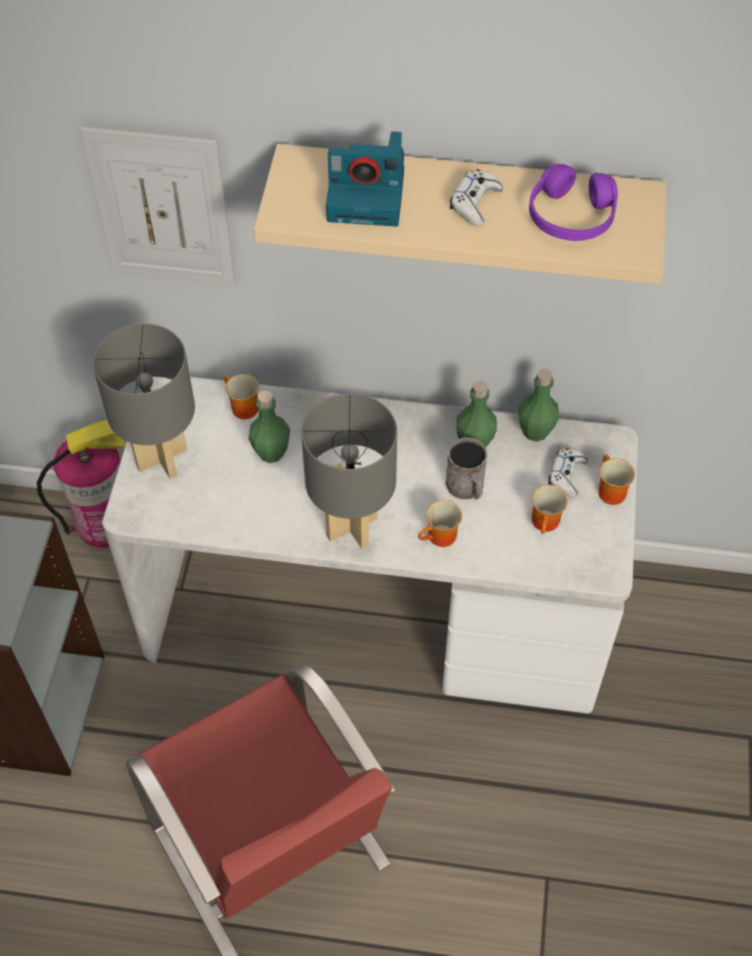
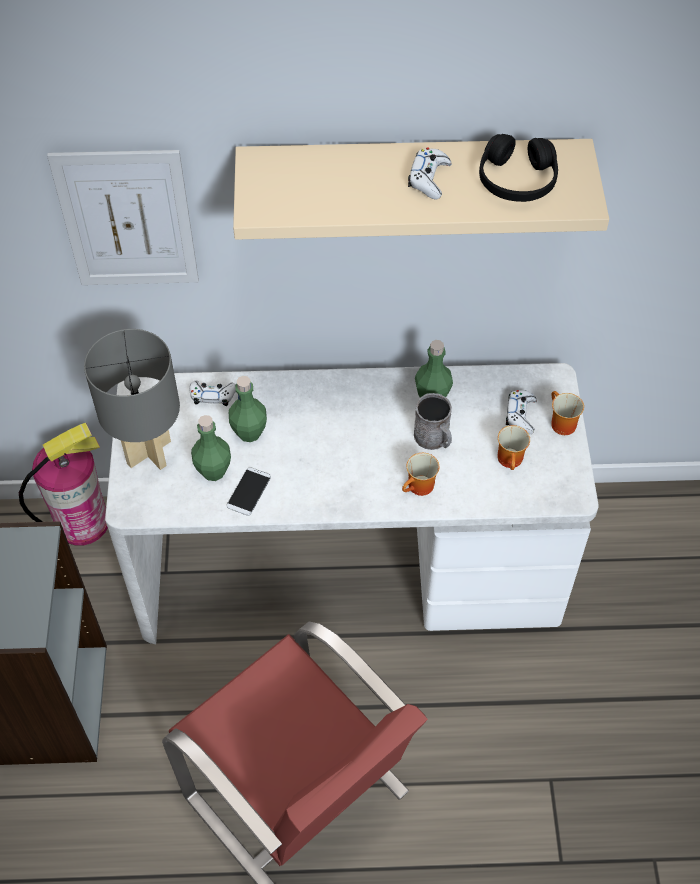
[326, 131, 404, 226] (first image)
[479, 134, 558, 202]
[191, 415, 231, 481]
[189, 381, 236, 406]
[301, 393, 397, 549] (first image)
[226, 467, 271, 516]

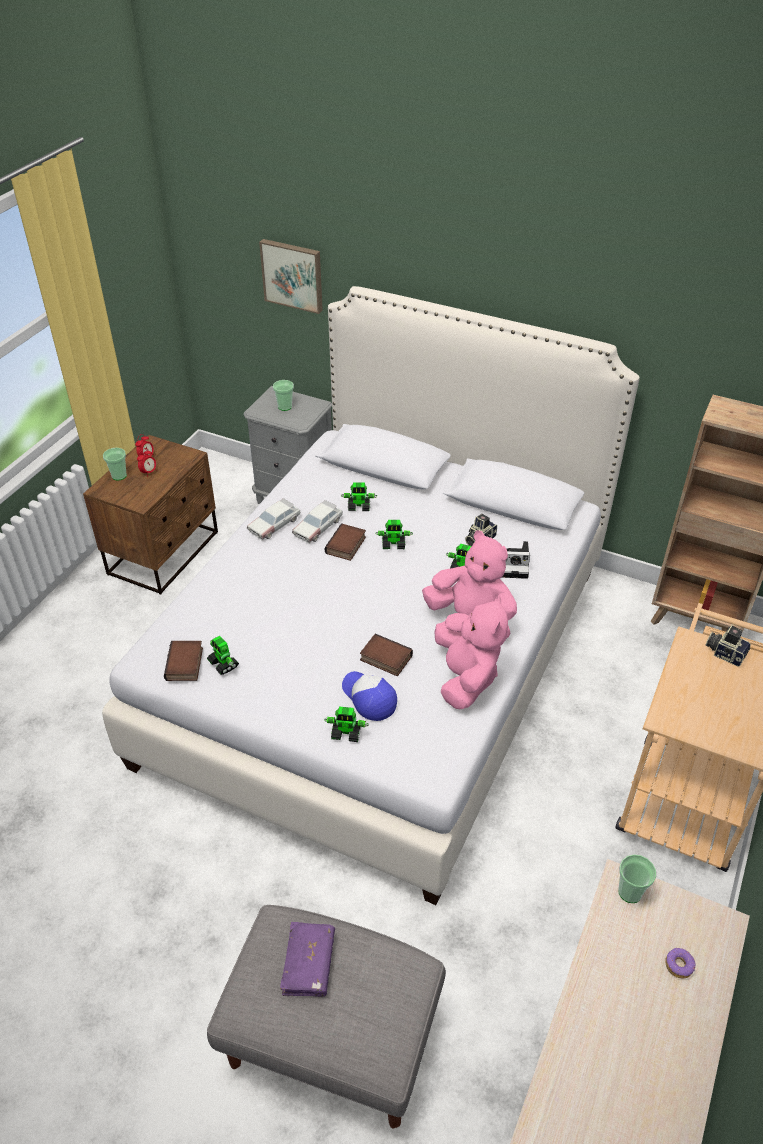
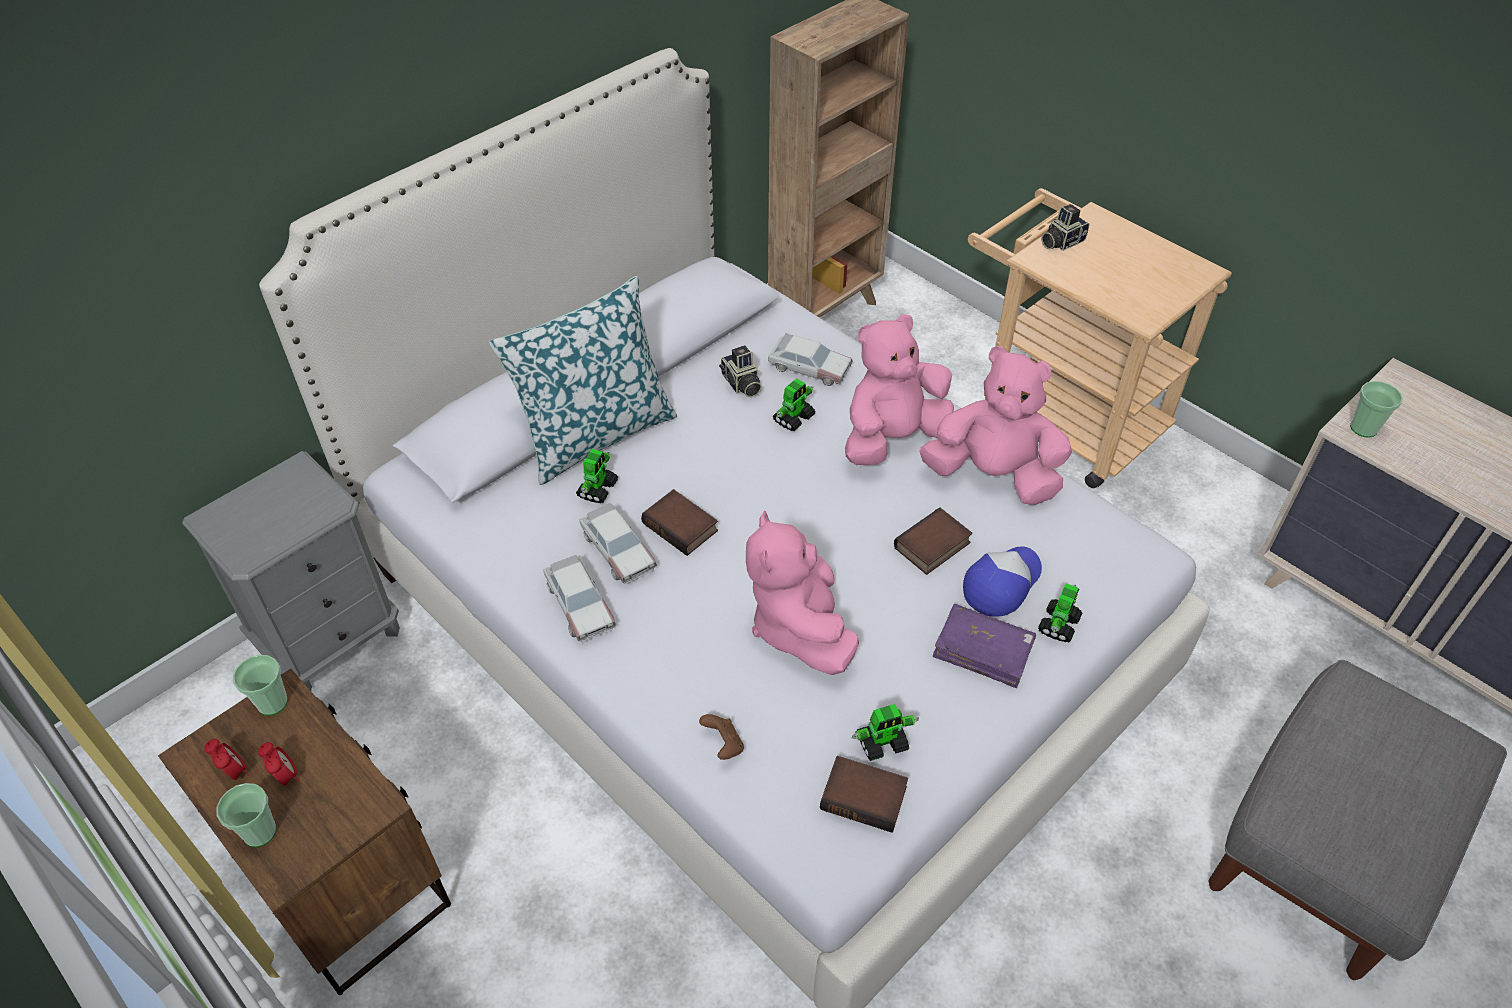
[259, 239, 323, 314] (first image)
[233, 655, 288, 716]
[375, 520, 413, 549] (first image)
[768, 333, 853, 386]
[963, 546, 1042, 617]
[933, 604, 1036, 688]
[665, 948, 696, 978] (first image)
[489, 276, 677, 485]
[746, 511, 859, 675]
[699, 714, 744, 760]

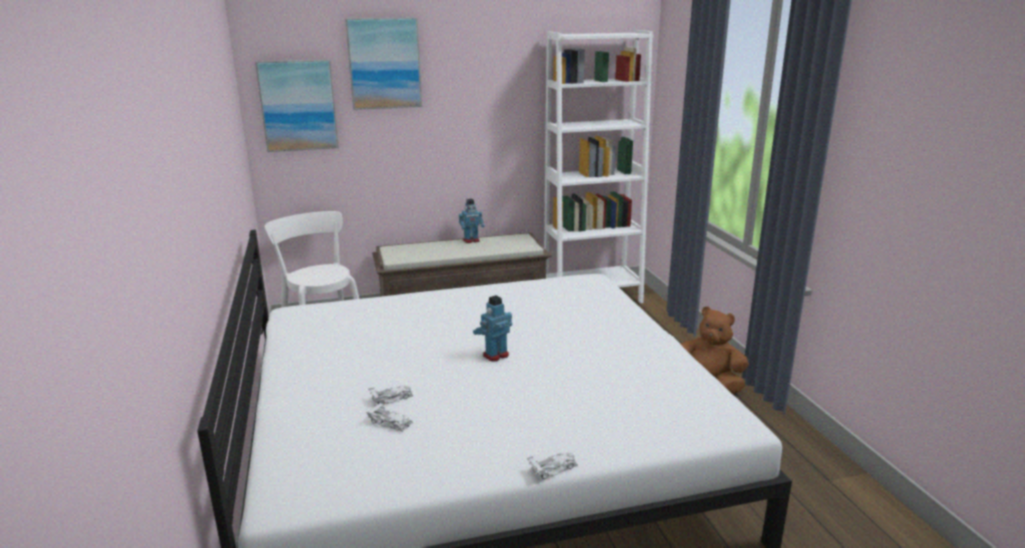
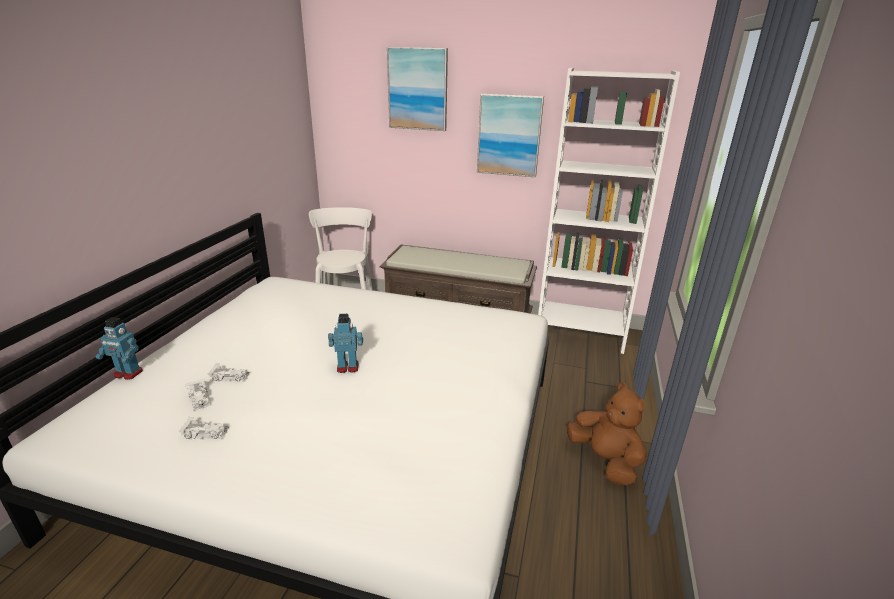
[477, 94, 544, 177]
[96, 317, 143, 380]
[178, 417, 229, 439]

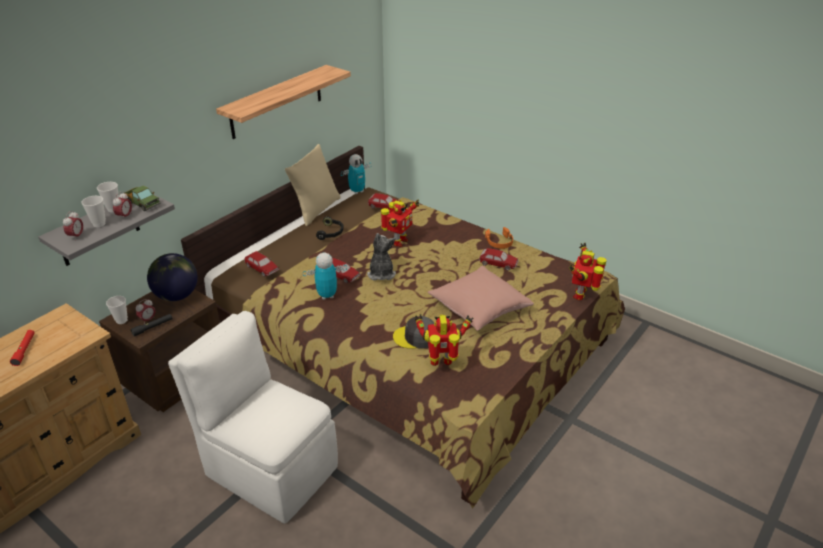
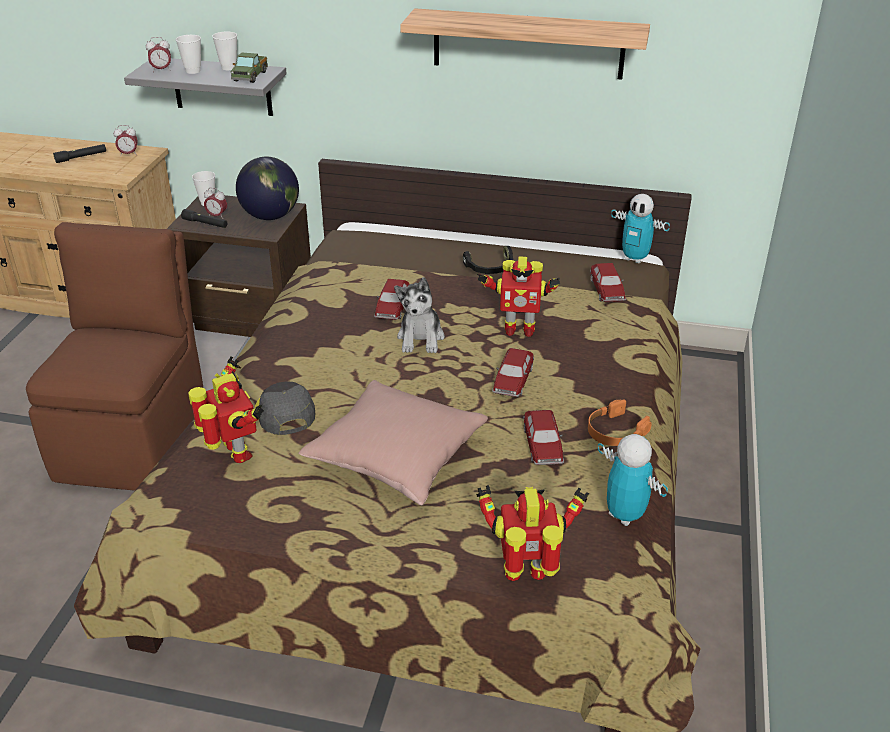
[285, 144, 341, 226] (first image)
[114, 125, 138, 155]
[394, 277, 445, 353]
[492, 348, 534, 397]
[598, 434, 668, 526]
[26, 222, 203, 491]
[53, 144, 106, 163]

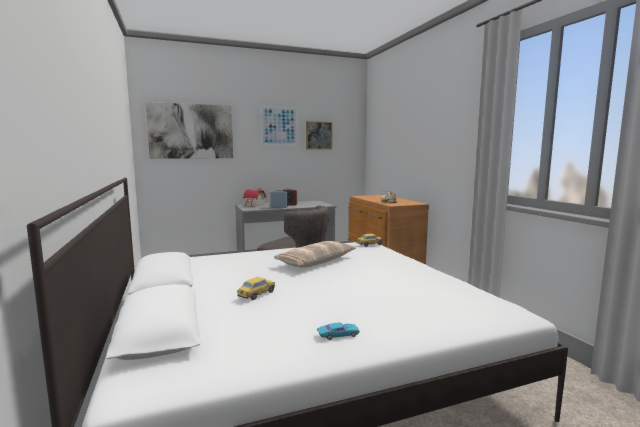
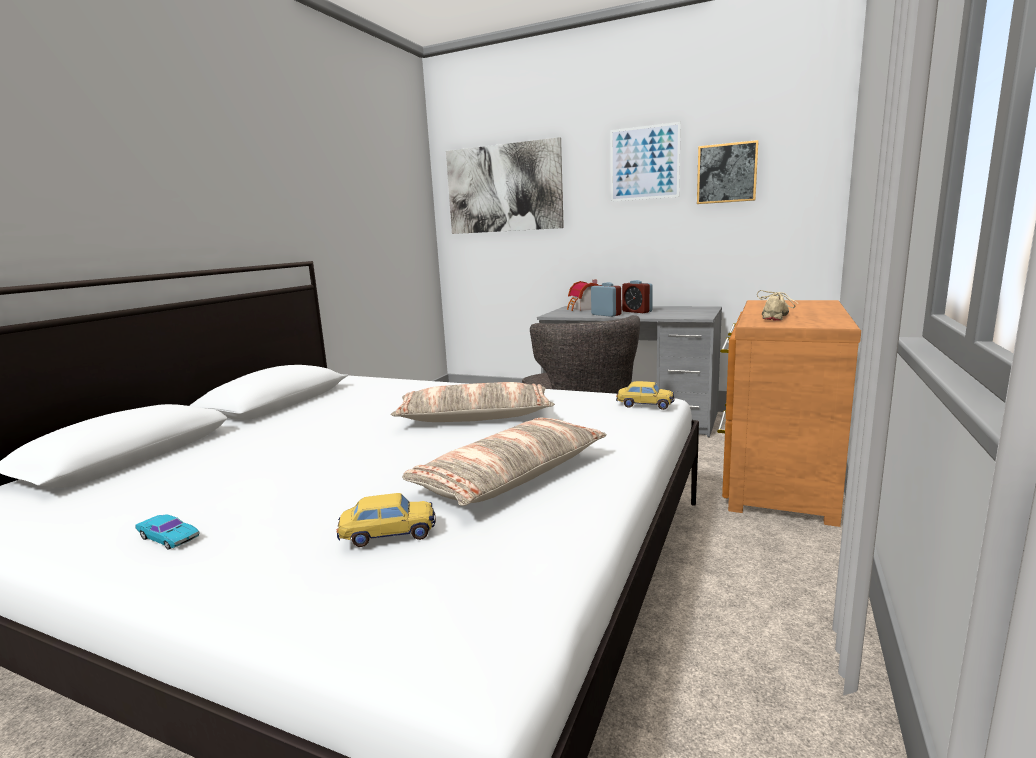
[337, 493, 436, 547]
[402, 418, 606, 506]

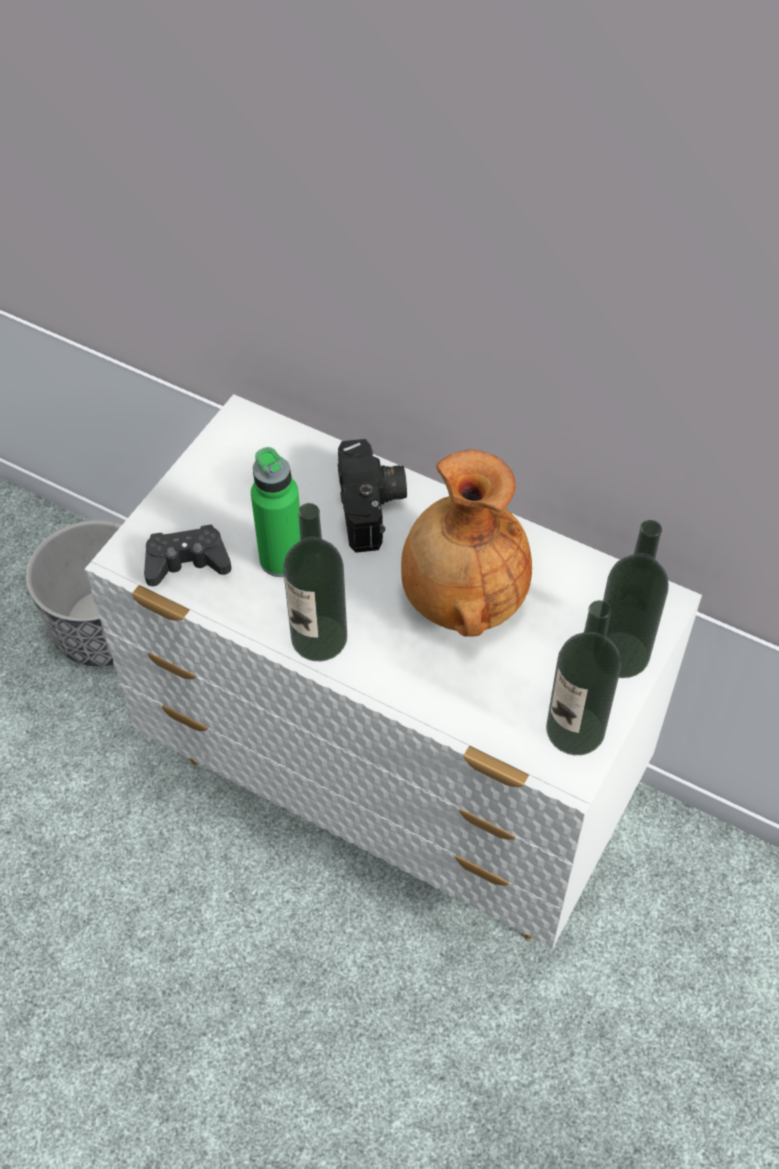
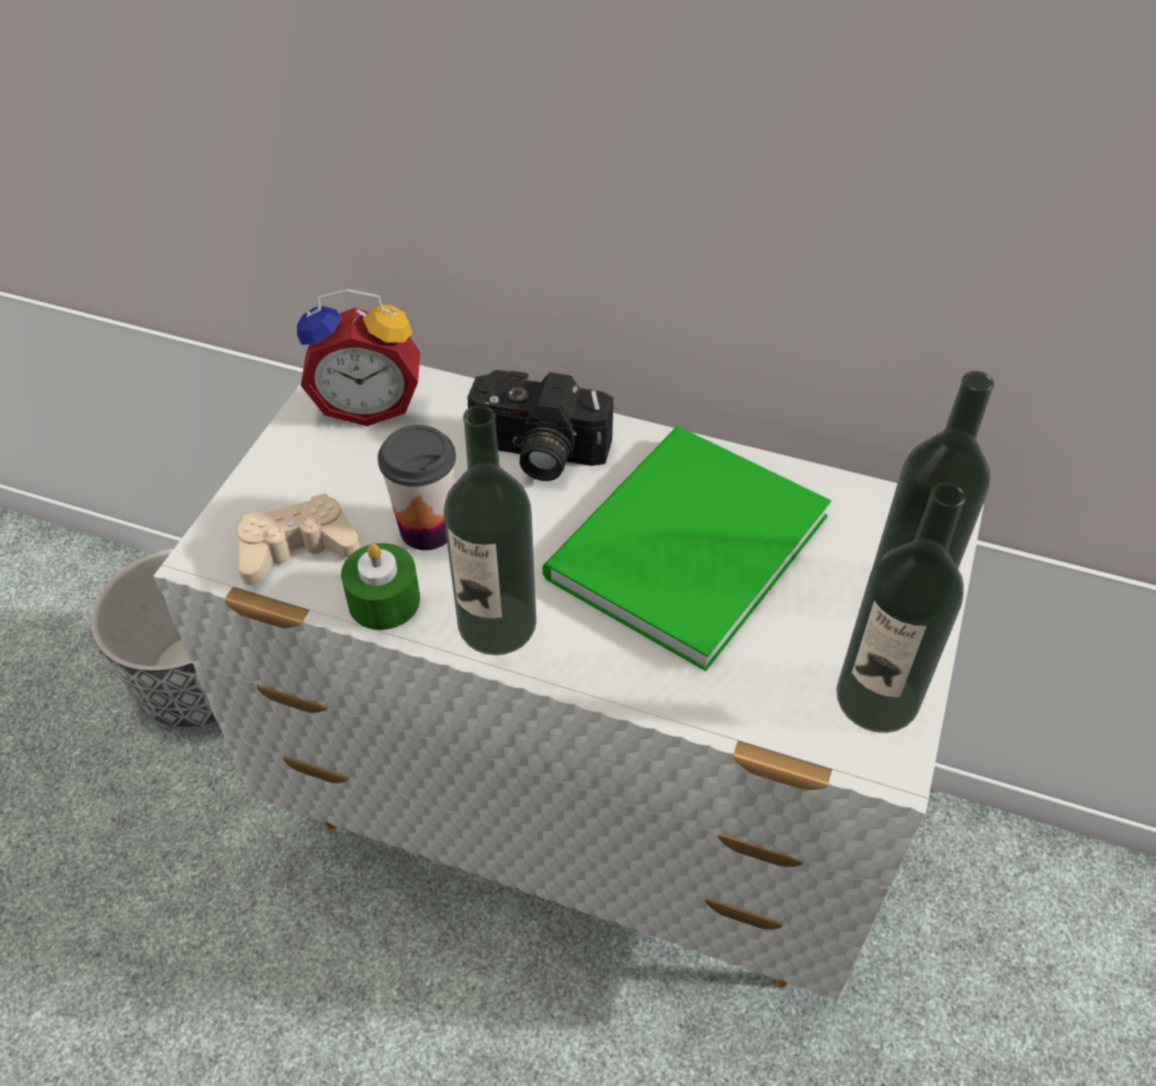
[467, 370, 614, 481]
[378, 425, 456, 550]
[542, 426, 831, 671]
[237, 493, 360, 585]
[297, 289, 420, 426]
[341, 543, 420, 630]

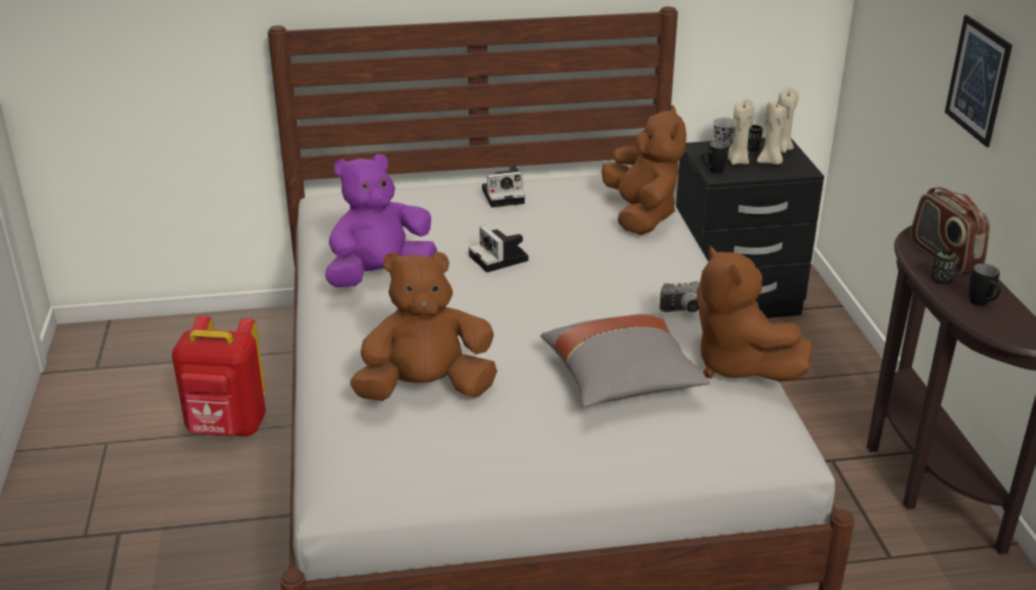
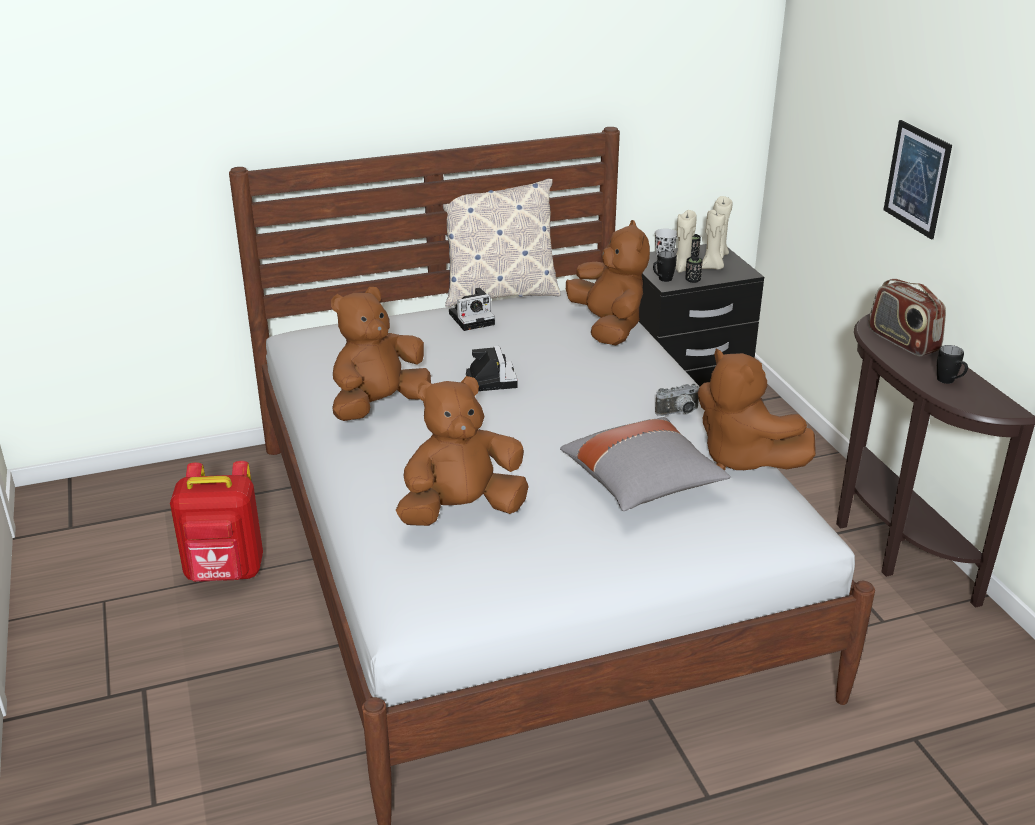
[331, 287, 431, 421]
[466, 346, 518, 391]
[685, 257, 703, 283]
[443, 179, 560, 307]

